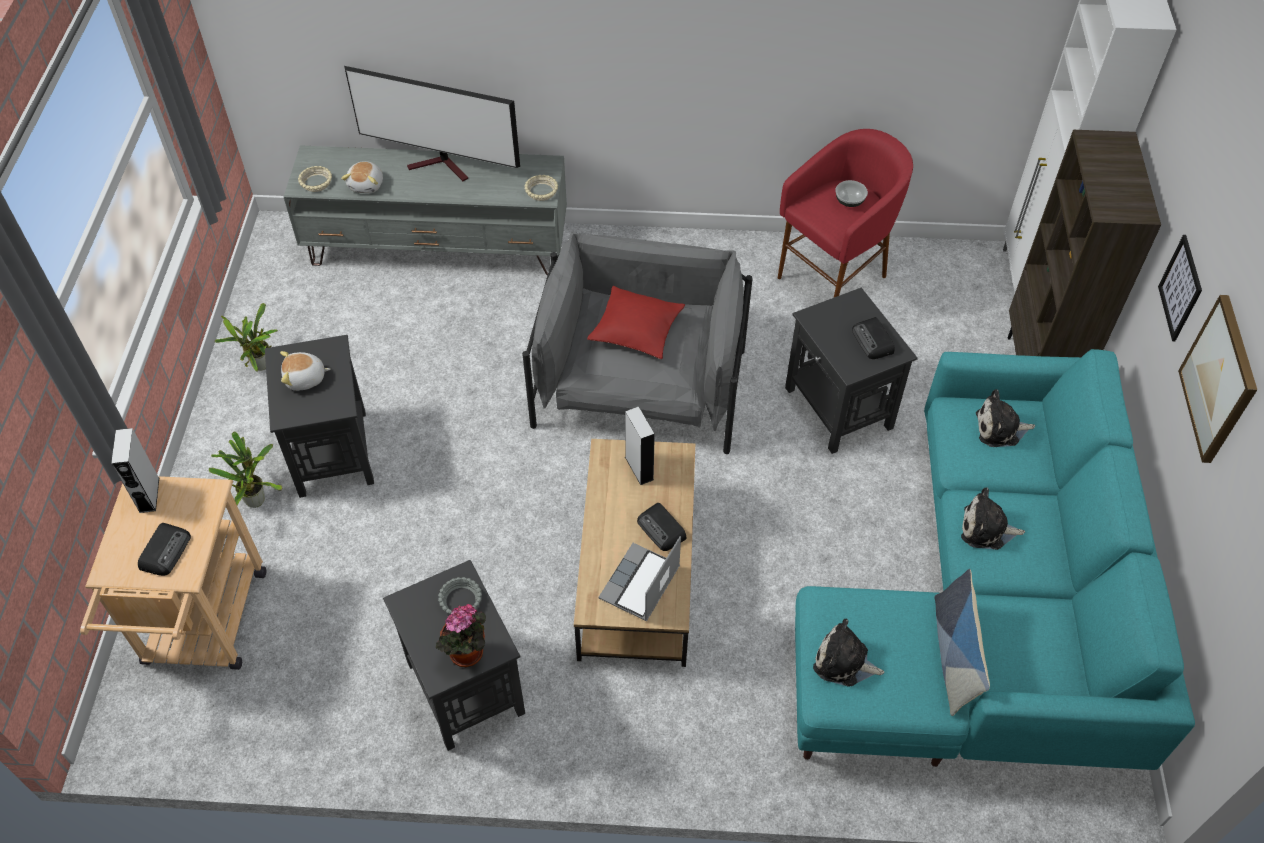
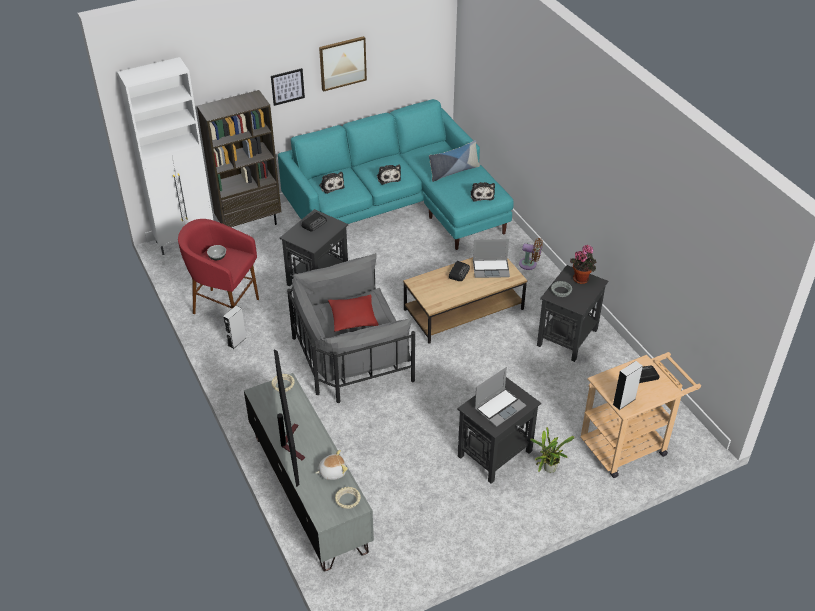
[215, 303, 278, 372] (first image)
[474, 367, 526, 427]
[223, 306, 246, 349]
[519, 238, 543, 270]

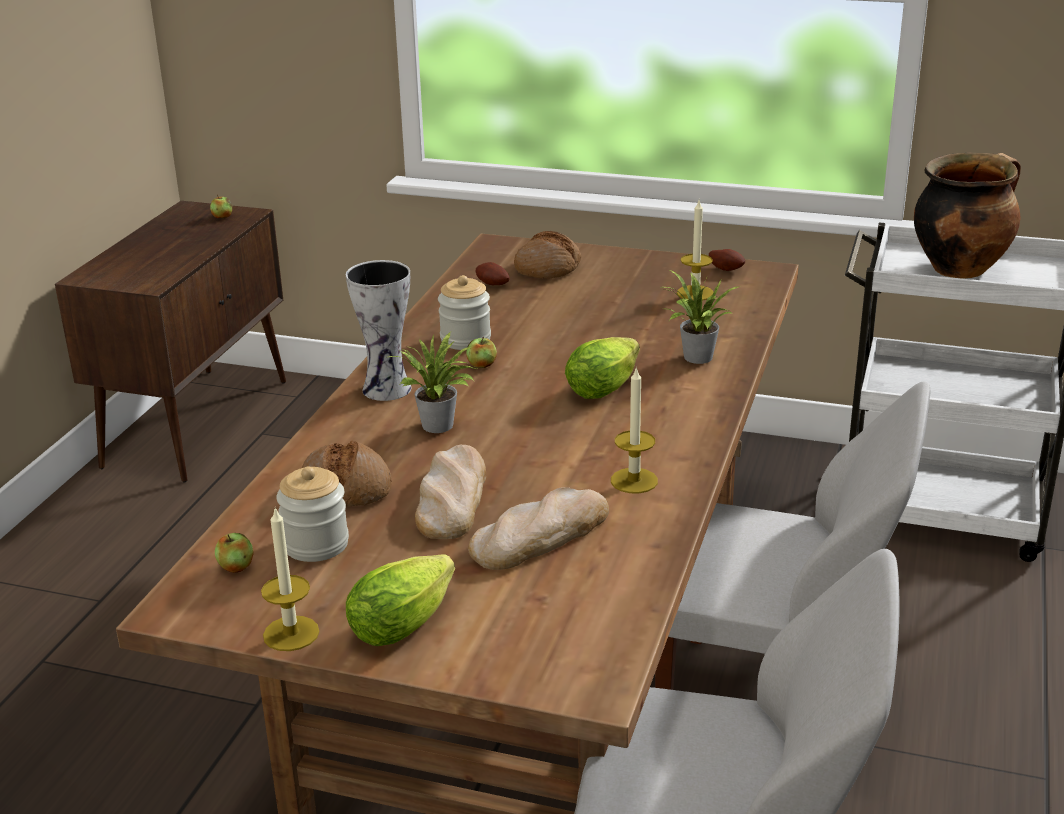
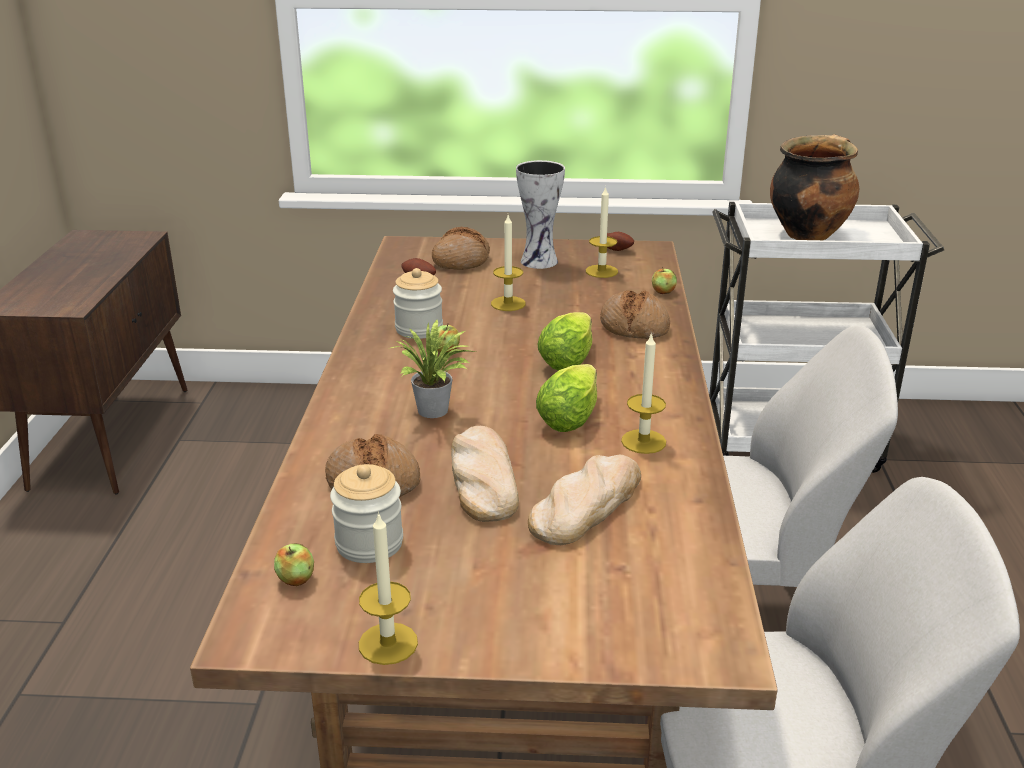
[652, 267, 677, 294]
[516, 160, 565, 269]
[600, 290, 670, 339]
[536, 364, 597, 432]
[491, 215, 526, 311]

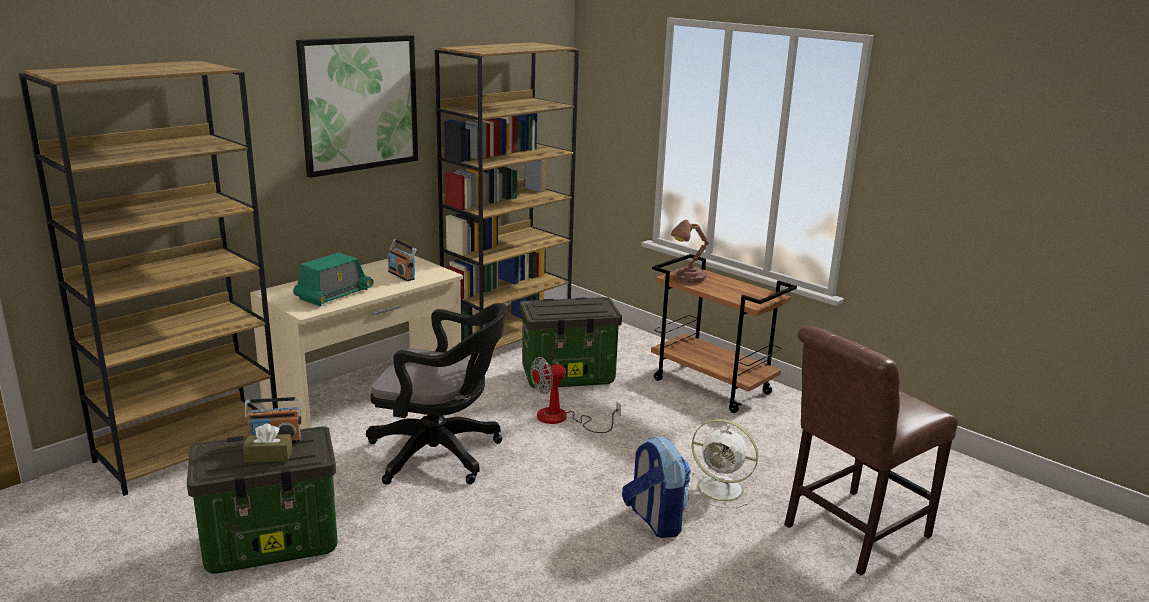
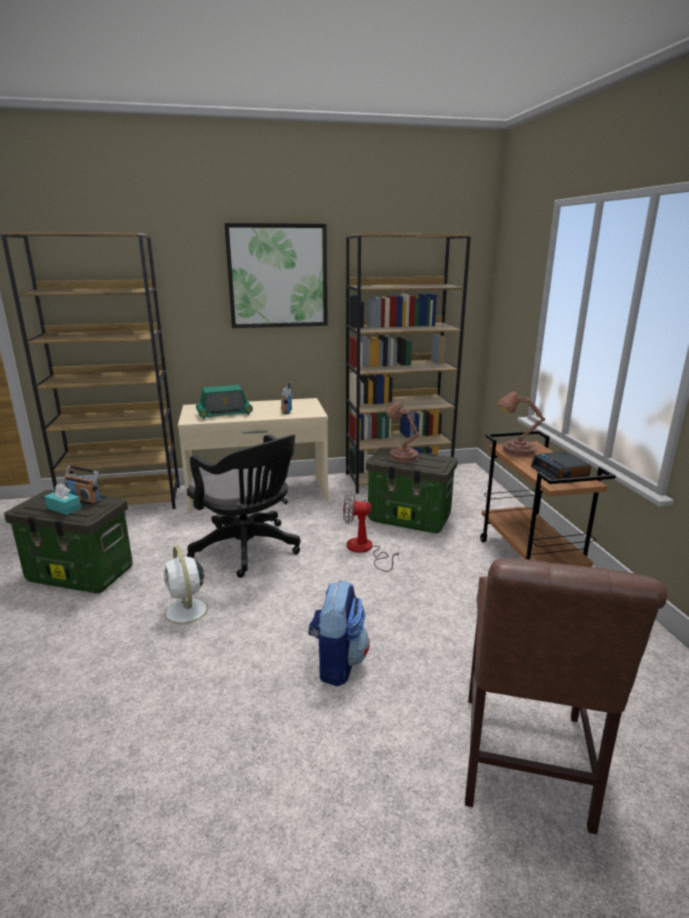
[465, 558, 667, 835]
[155, 546, 220, 631]
[44, 484, 81, 515]
[386, 402, 420, 463]
[531, 451, 591, 480]

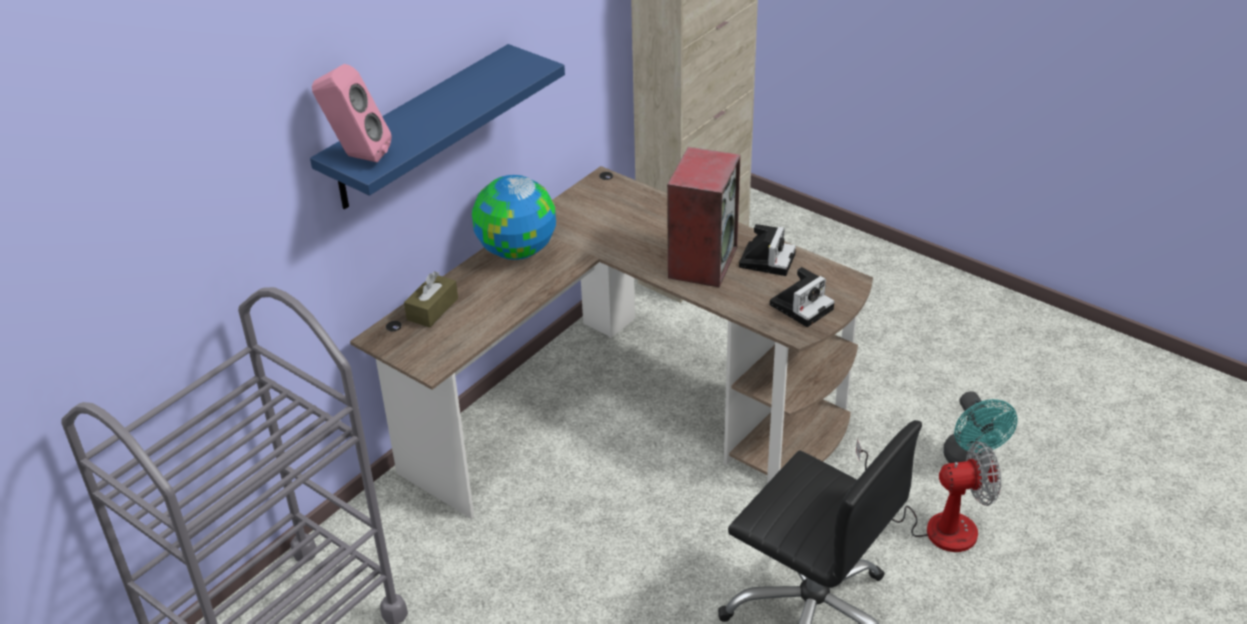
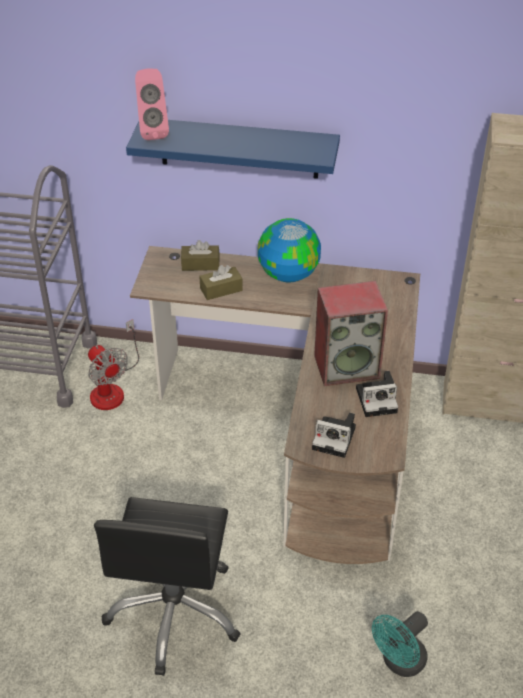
[88, 319, 139, 410]
[199, 265, 243, 300]

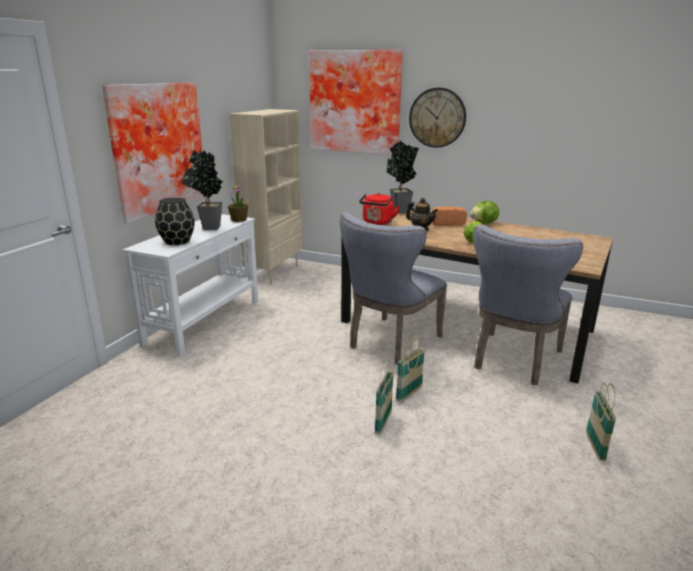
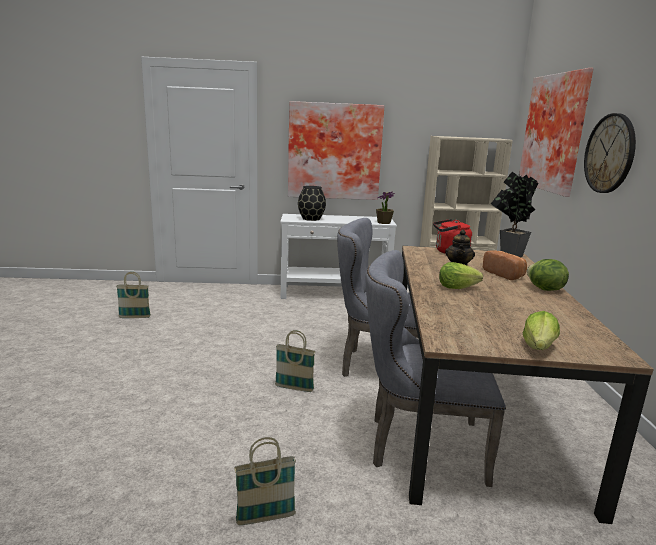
[181, 149, 223, 230] (first image)
[116, 272, 151, 318]
[523, 311, 560, 350]

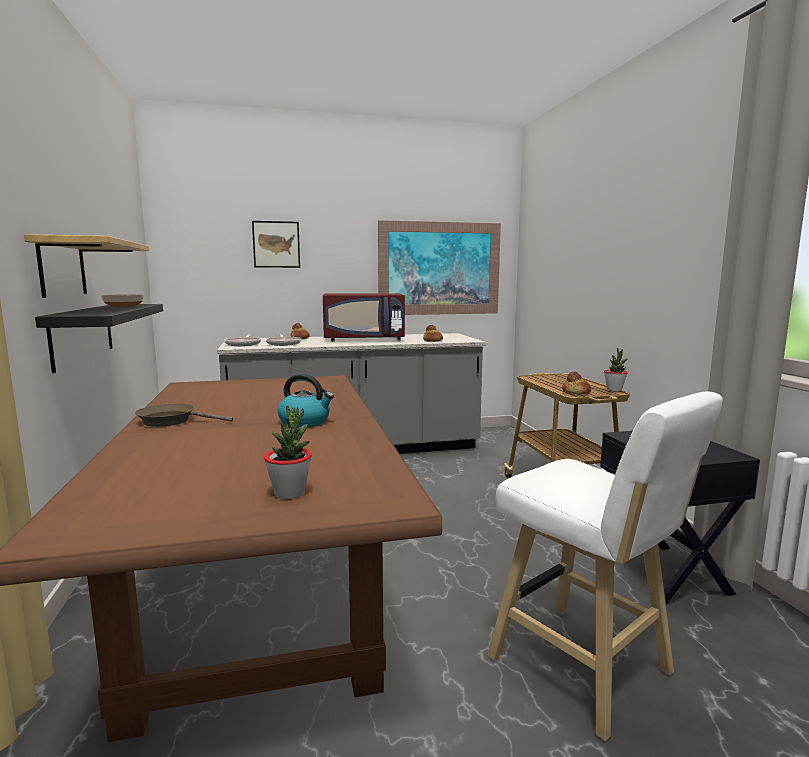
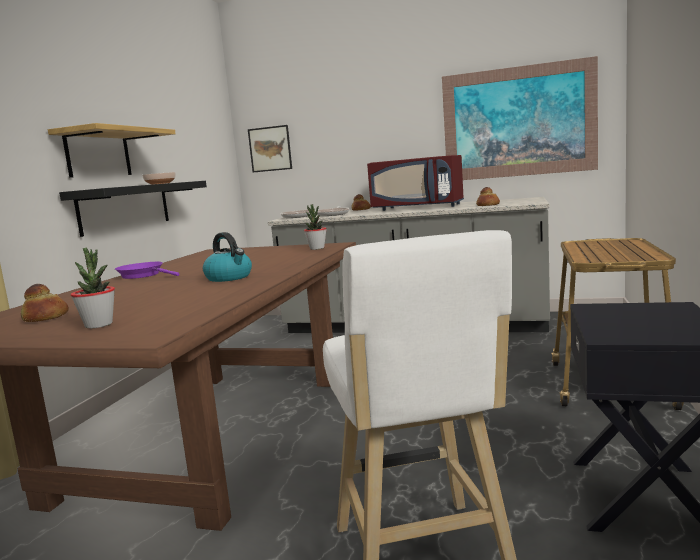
[248, 125, 292, 172]
[304, 204, 327, 250]
[21, 284, 69, 322]
[115, 262, 180, 279]

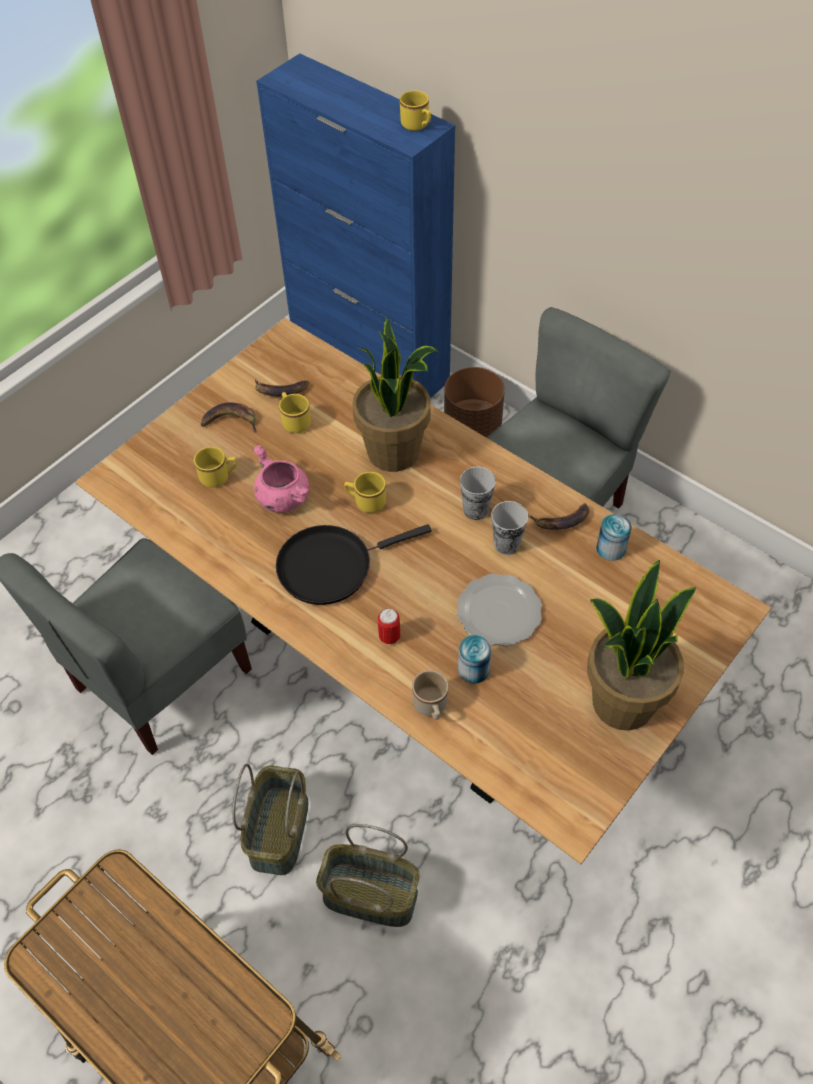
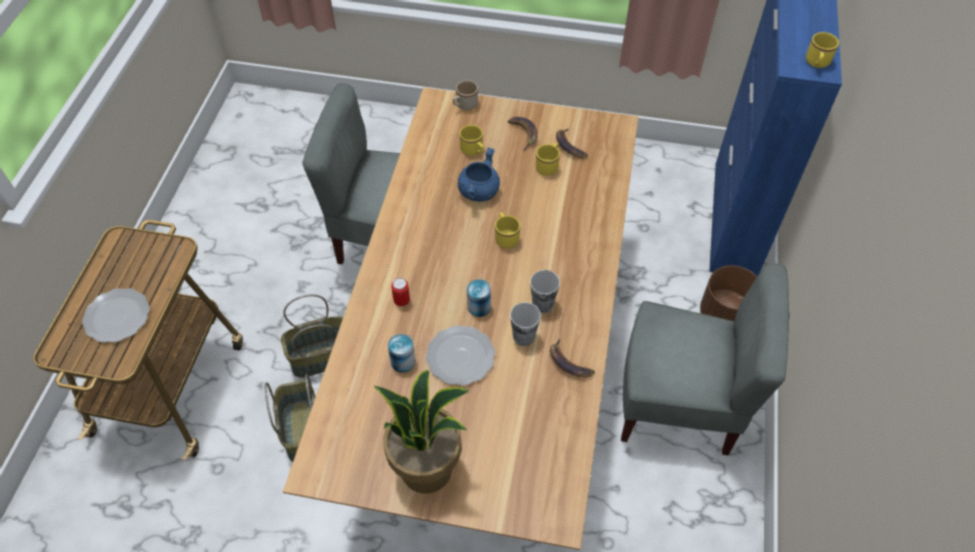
[353, 318, 439, 472] (first image)
[458, 147, 500, 202]
[467, 279, 491, 317]
[276, 524, 432, 605] (first image)
[453, 80, 478, 110]
[82, 288, 150, 343]

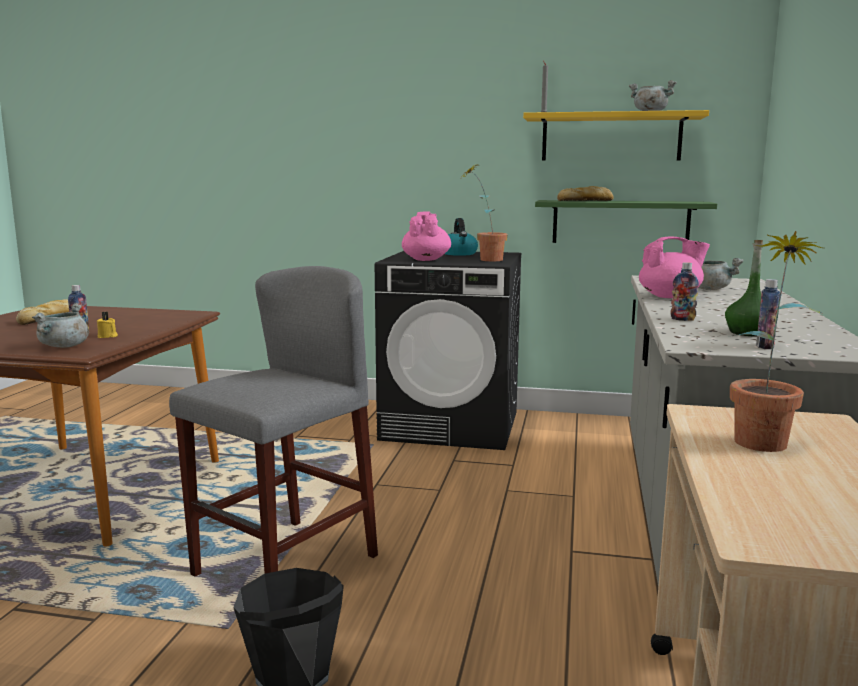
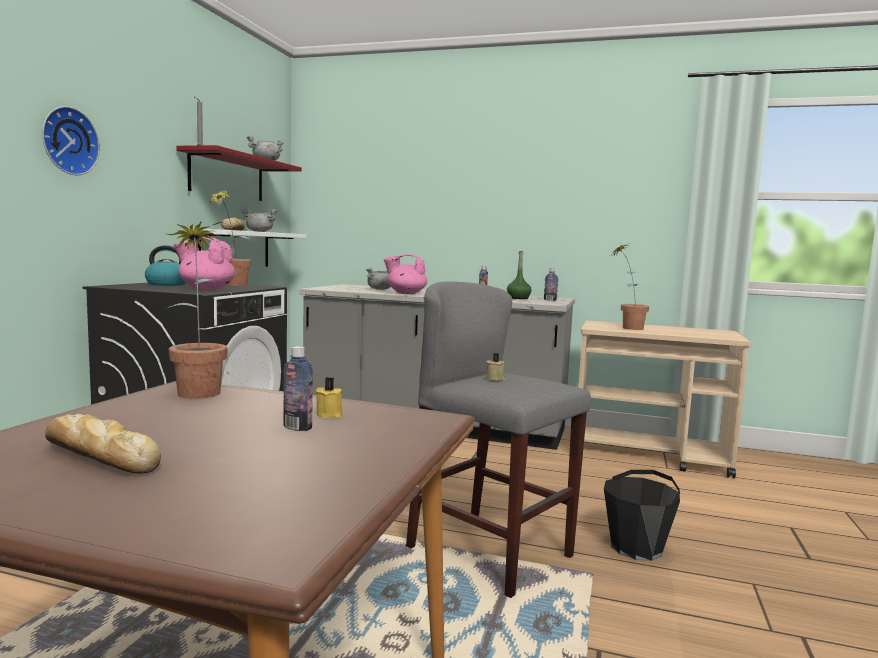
[176, 145, 302, 201]
[187, 229, 307, 267]
[384, 254, 427, 294]
[241, 208, 278, 232]
[42, 106, 100, 175]
[161, 221, 228, 399]
[485, 353, 505, 381]

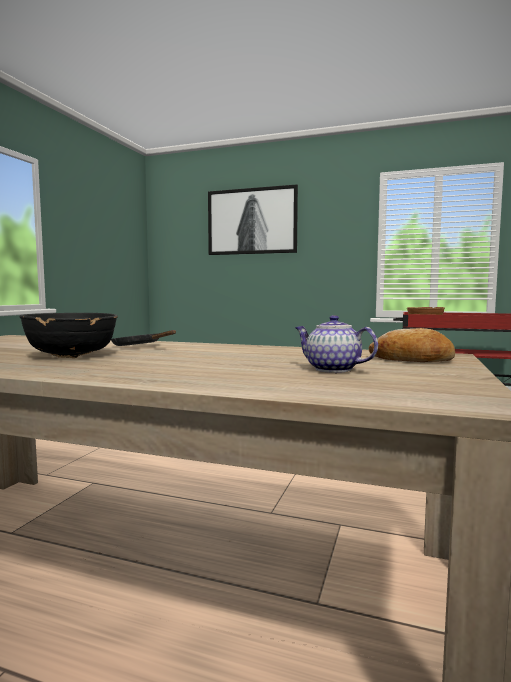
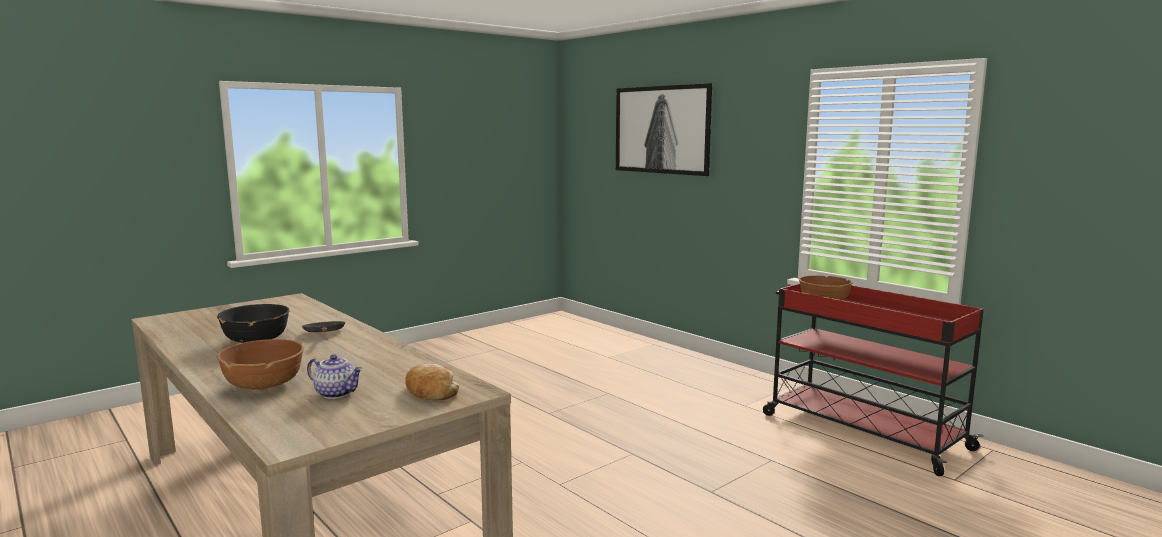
[307, 354, 363, 399]
[217, 339, 304, 391]

